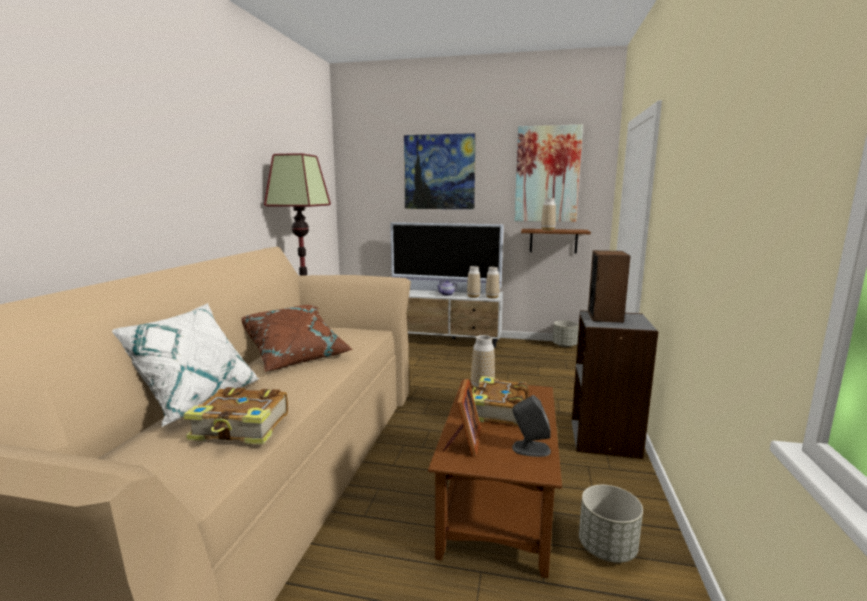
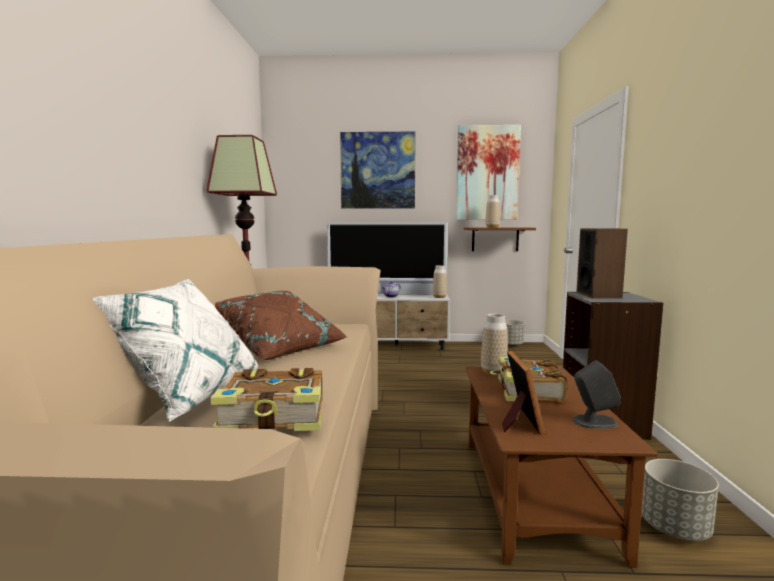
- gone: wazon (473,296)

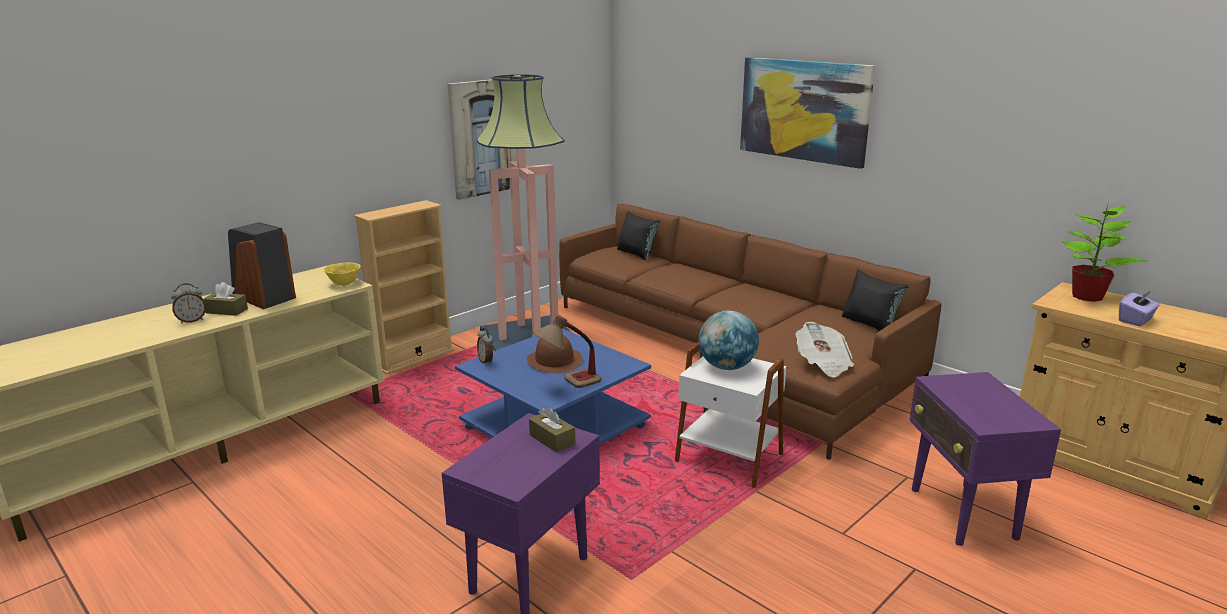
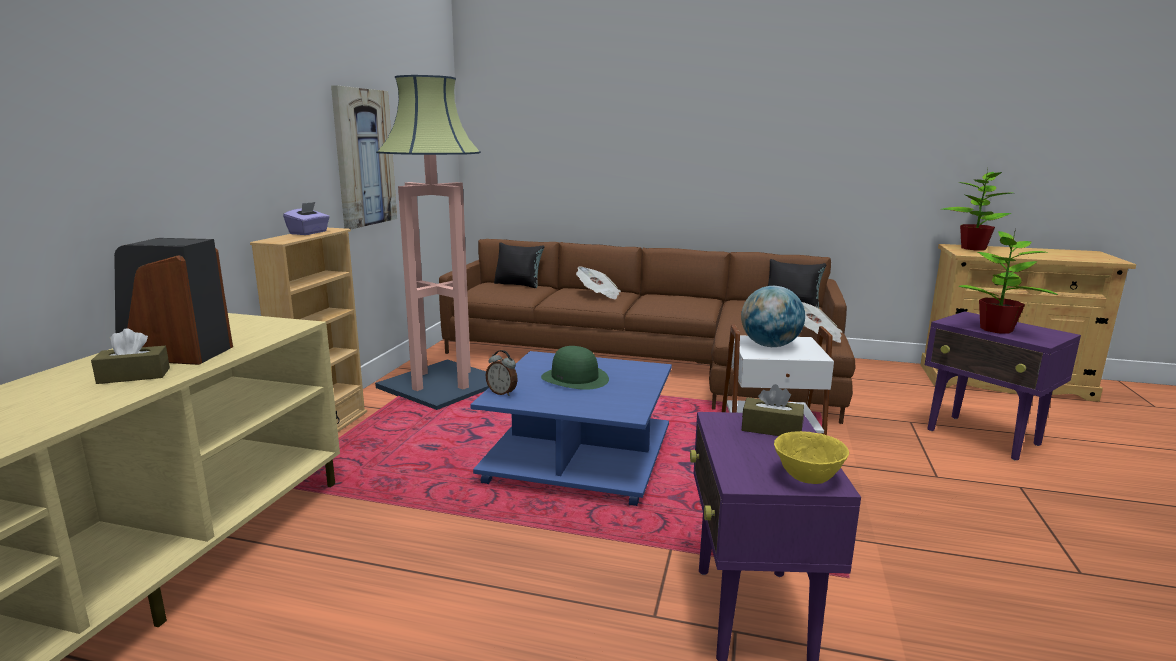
- gone: obraz (804,110)
- shifted: miska [żółty] (344,284) to (806,478)
- gone: budzik (192,320)
- shifted: pudełko chusteczek [fioletowy] (1135,320) to (309,233)
- gone: lampa stołowa (567,384)
- repainted: kapelusz [brązowy] (554,360) to kapelusz [zielony] (575,378)
- new: roślina doniczkowa (996,329)
- new: gazeta (598,295)

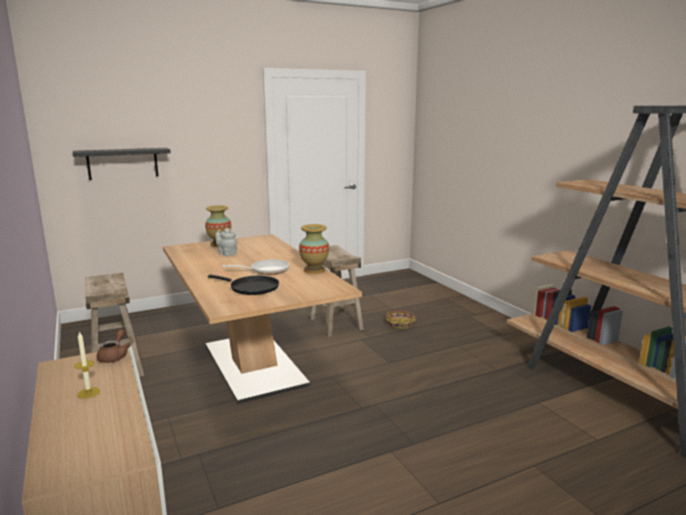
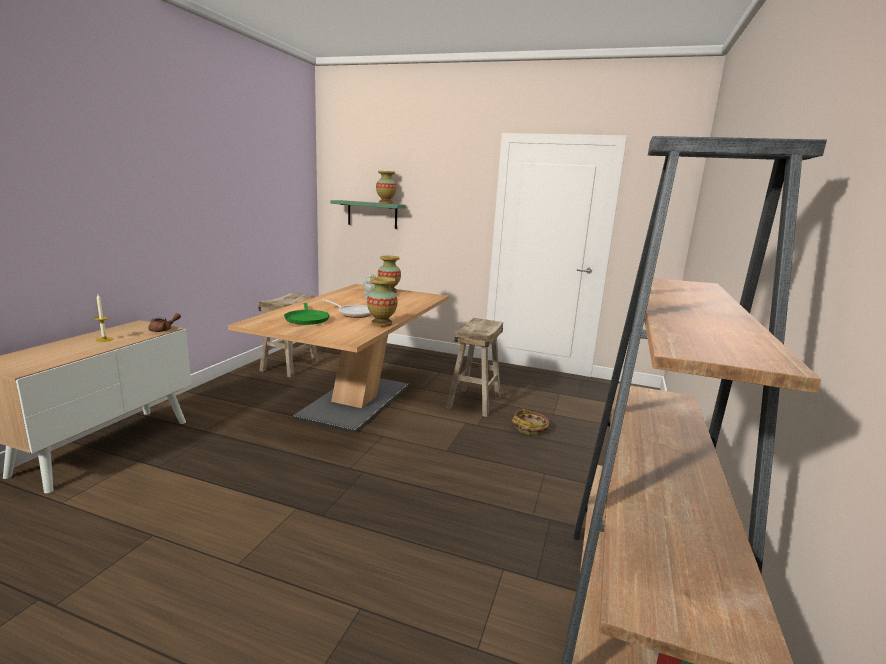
- repainted: półka [czarny] (122,163) to półka [zielony] (372,214)
- repainted: patelnia [czarny] (251,288) to patelnia [zielony] (306,319)
- new: wazon (385,203)

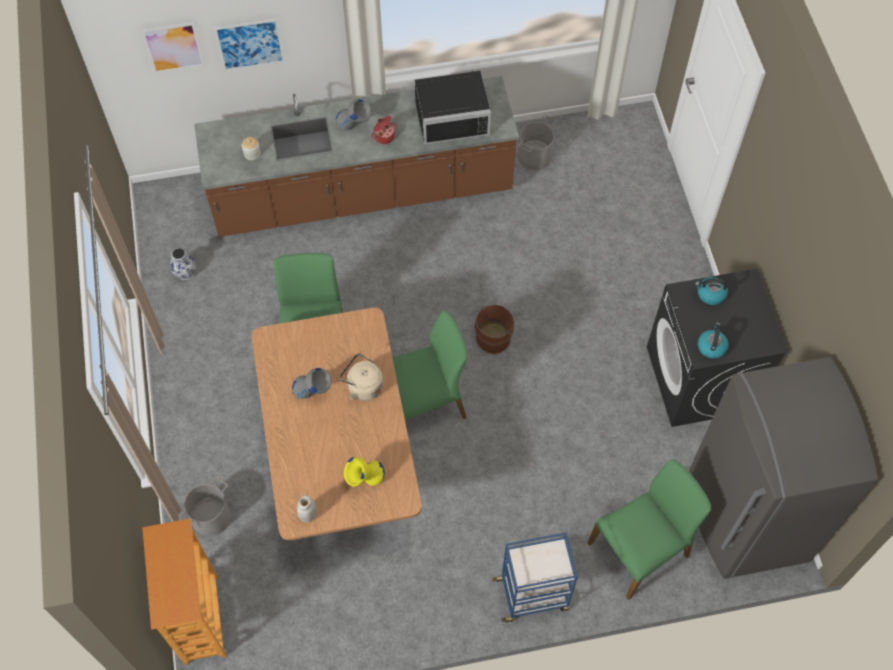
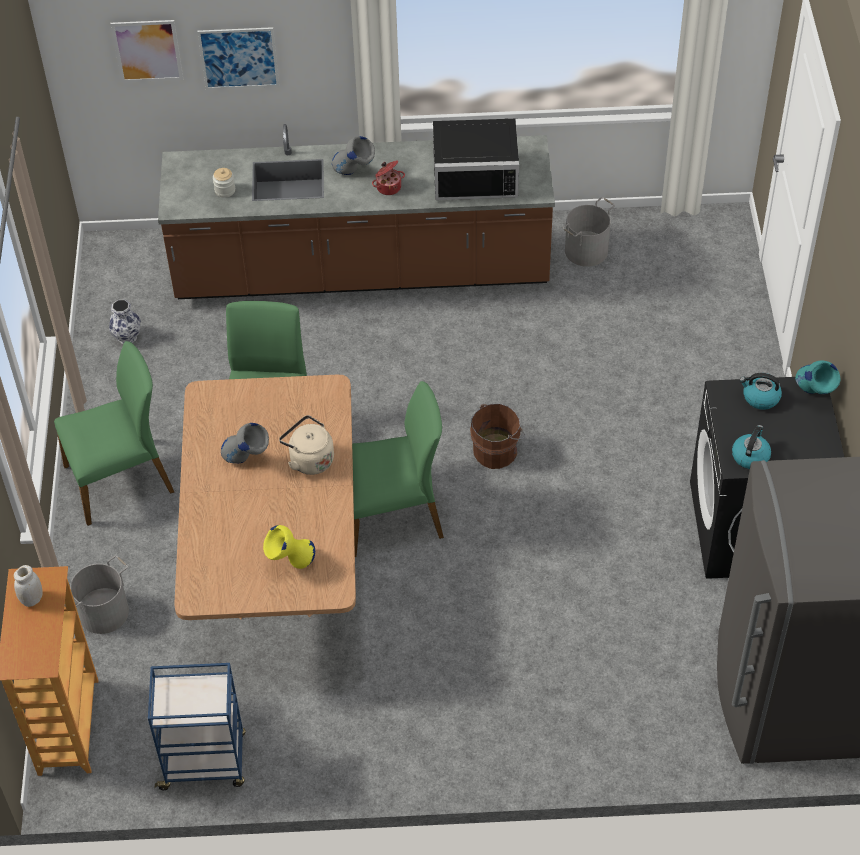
- shifted: krzesło [zielony] (640,550) to (120,479)
- shifted: słoik [biały] (308,515) to (32,599)
- shifted: wózek [niebieski] (533,594) to (204,762)
- new: wazon [turkusowy] (813,395)

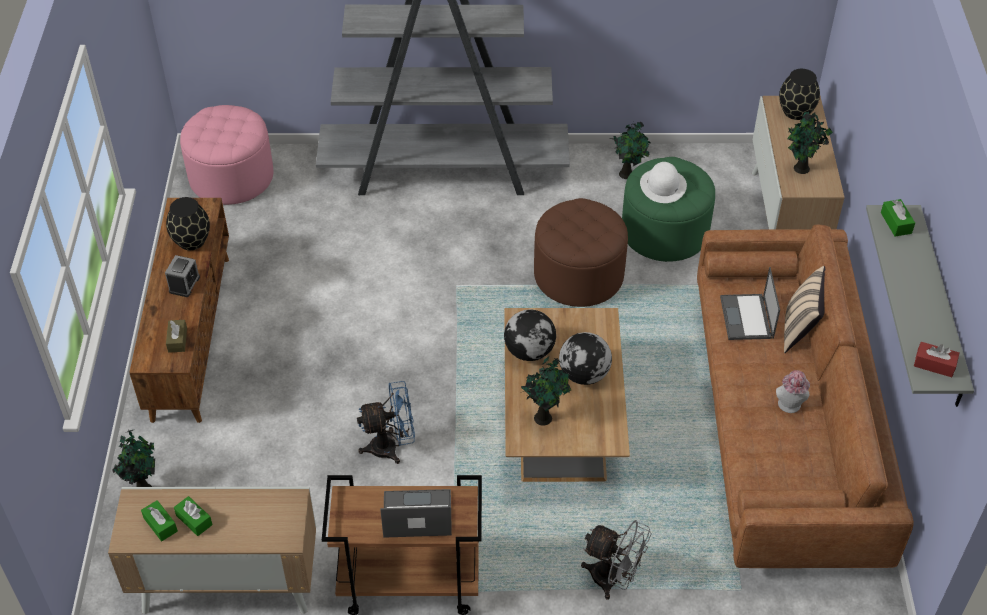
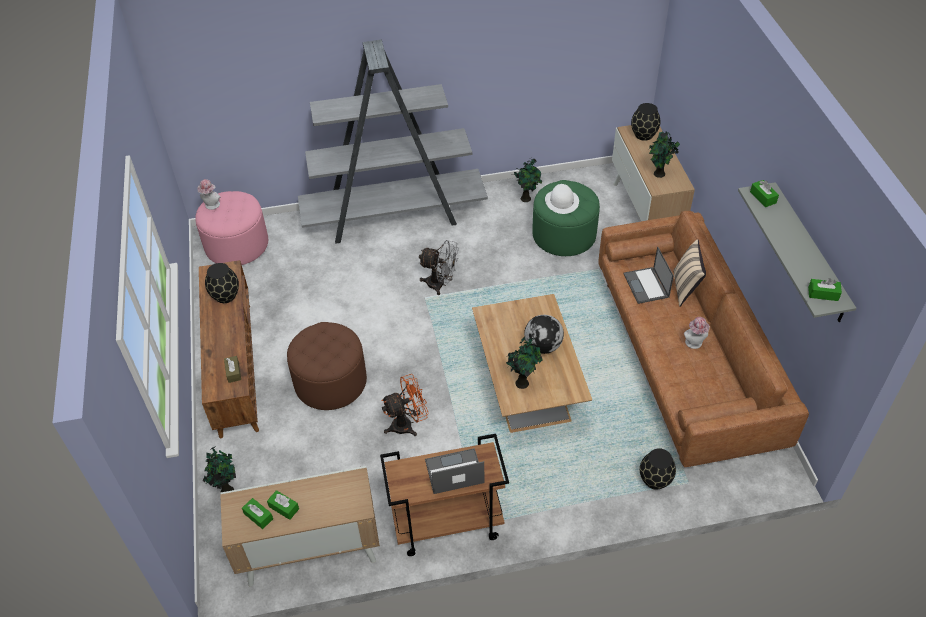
- shifted: pufa [brązowy] (578,275) to (330,382)
- gone: budzik (184,284)
- gone: globus (530,351)
- repainted: pudełko chusteczek [czerwony] (934,364) to pudełko chusteczek [zielony] (823,294)
- repainted: wentylator [niebieski] (391,447) to wentylator [pomarańczowy] (407,424)
- shifted: wentylator [szary] (613,579) to (440,284)
- new: kapelusz (211,206)
- new: wazon [czarny] (655,480)

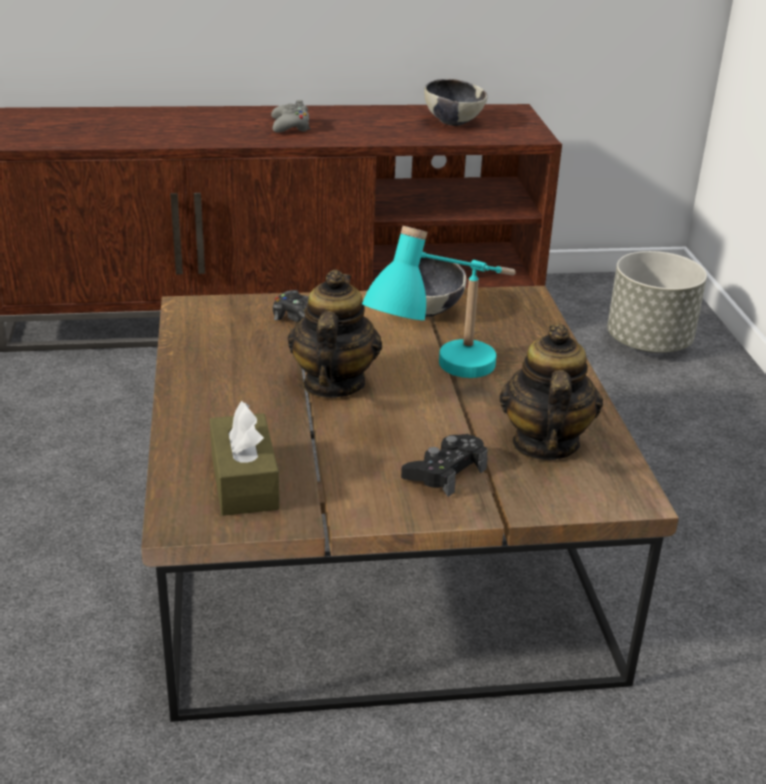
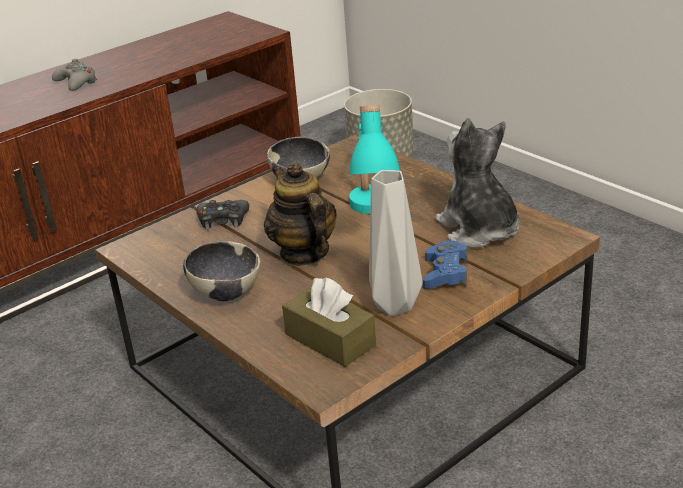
- shifted: miska (453,122) to (226,292)
- swapped: imbryk (544,443) to pluszak (479,230)
- repainted: pad do gier [czarny] (445,472) to pad do gier [niebieski] (445,273)
- new: wazon [szary] (396,307)

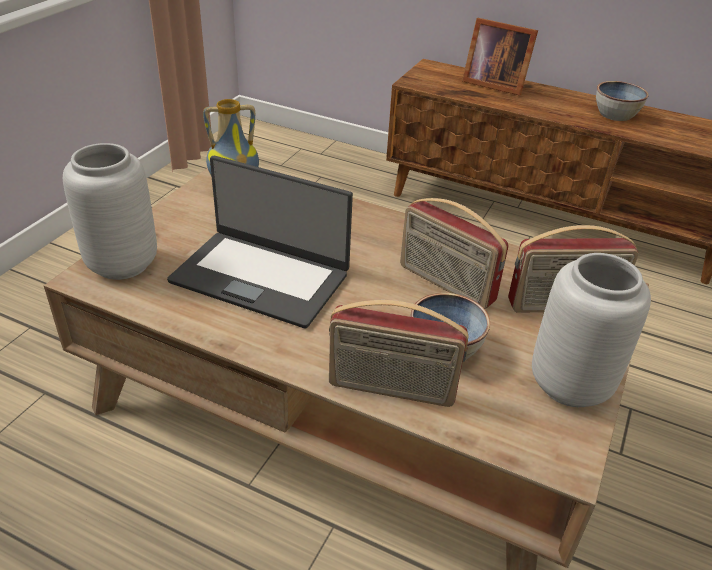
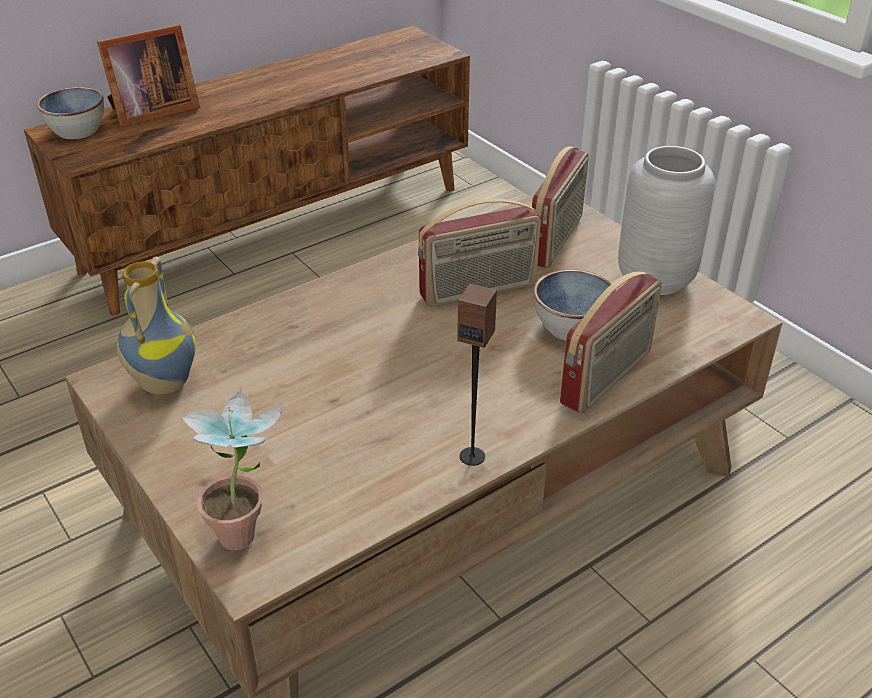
- shifted: miska (615,114) to (77,131)
- swapped: wazon [szary] (121,263) to roślina doniczkowa (247,528)
- gone: laptop (261,277)
- new: głośnik (472,456)

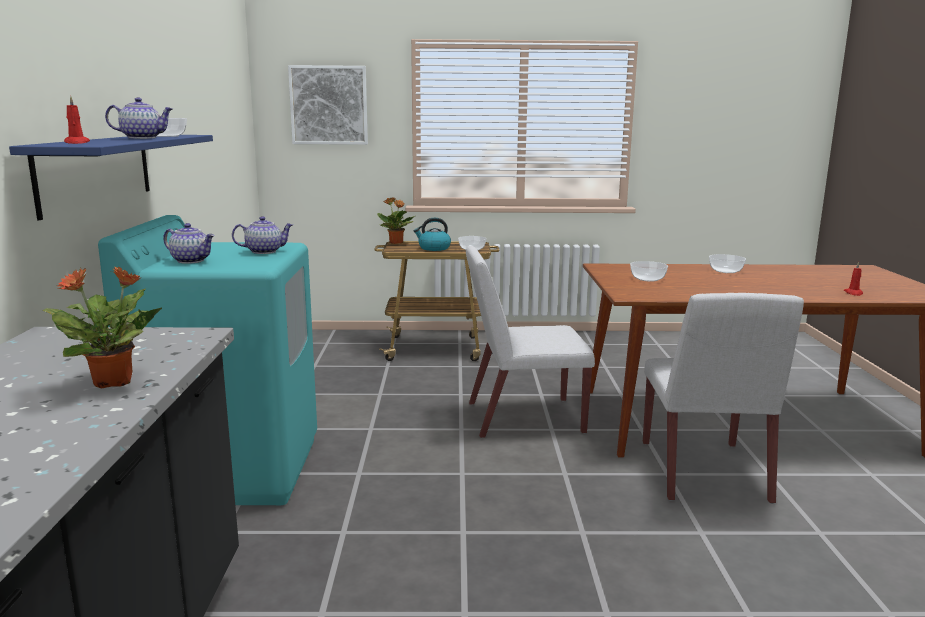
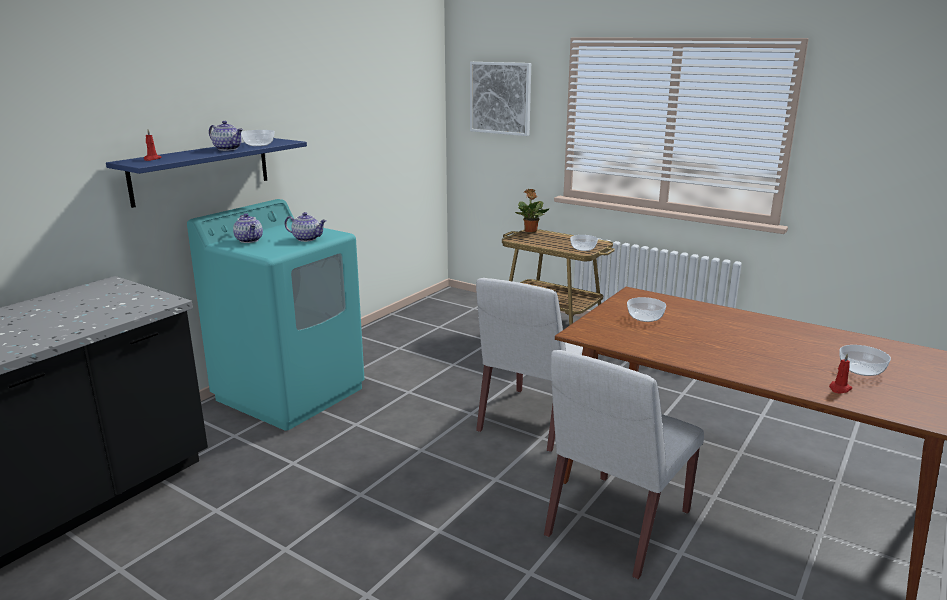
- gone: czajnik (433,248)
- rotated: krzesło [biały] (523,418) = (532,420) 90 degrees counterclockwise
- shifted: miska (725,271) to (860,370)
- gone: roślina doniczkowa (115,382)

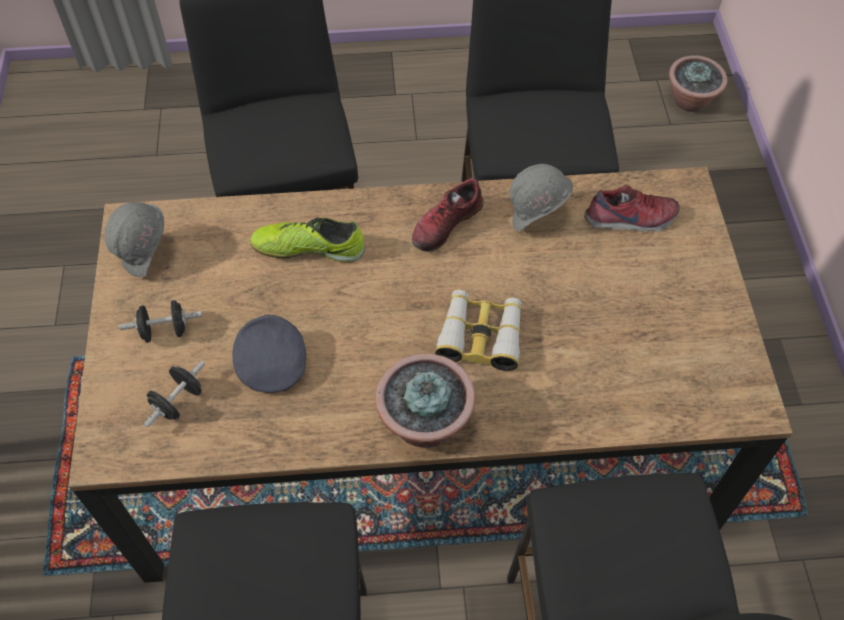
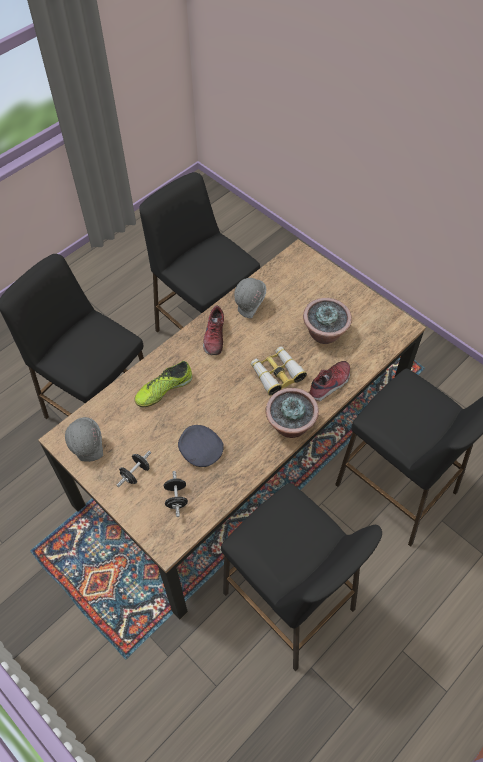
- shifted: roślina doniczkowa (690,101) to (324,334)
- shifted: but (630,220) to (330,384)

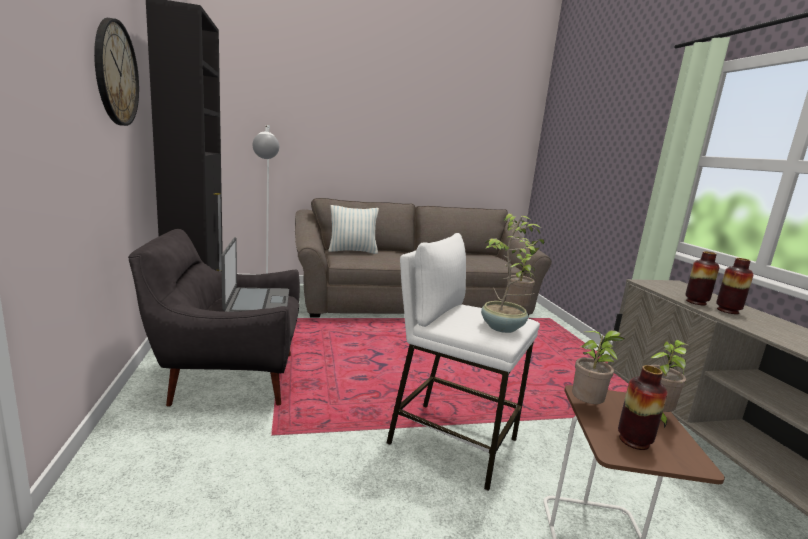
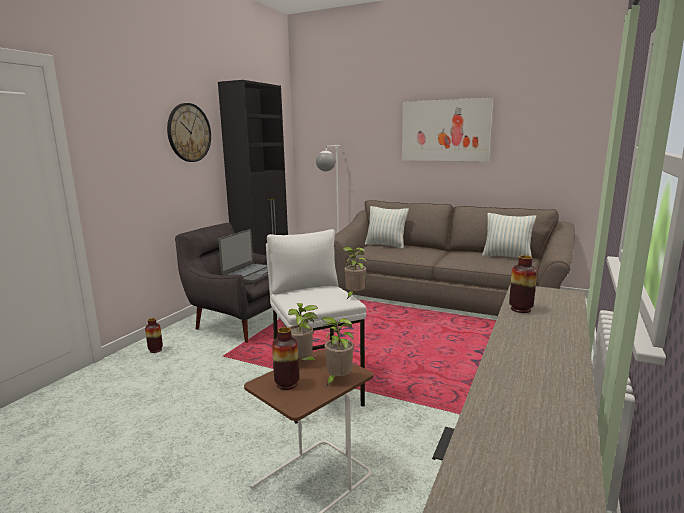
- gone: roślina doniczkowa (503,328)
- shifted: wazon (727,311) to (155,350)
- new: obraz (445,130)
- new: poduszka (507,257)

